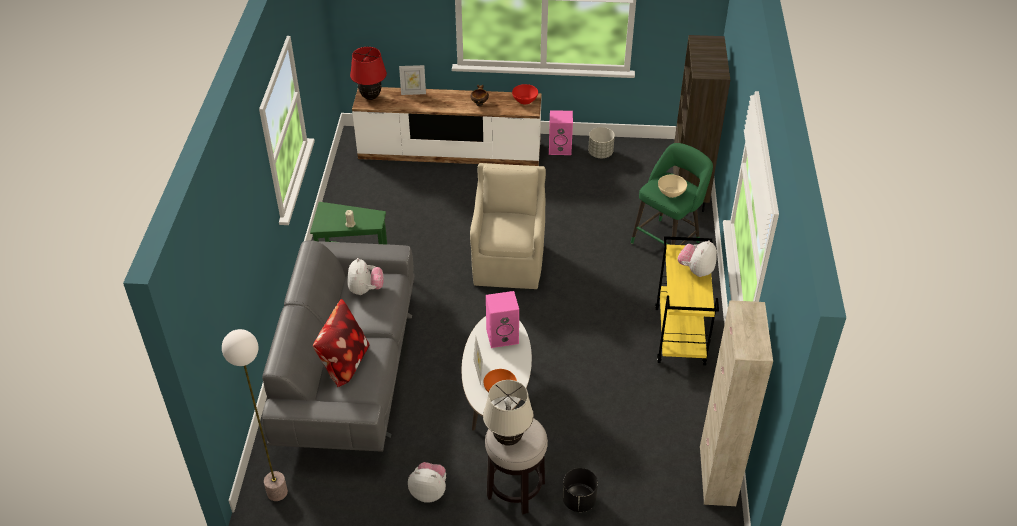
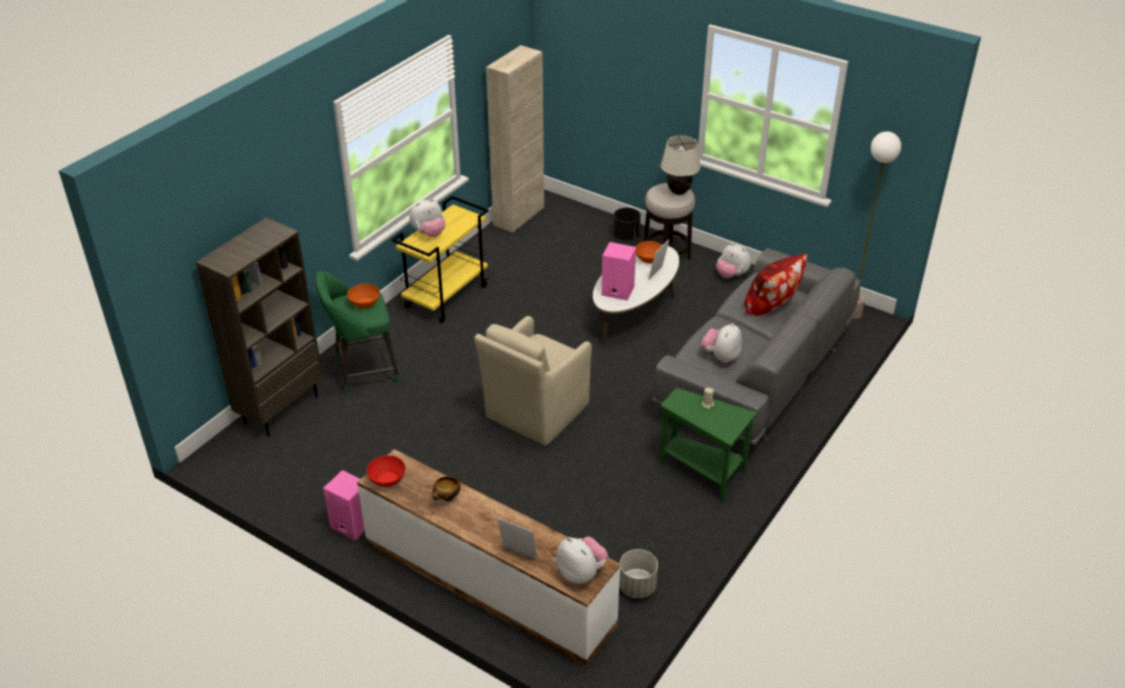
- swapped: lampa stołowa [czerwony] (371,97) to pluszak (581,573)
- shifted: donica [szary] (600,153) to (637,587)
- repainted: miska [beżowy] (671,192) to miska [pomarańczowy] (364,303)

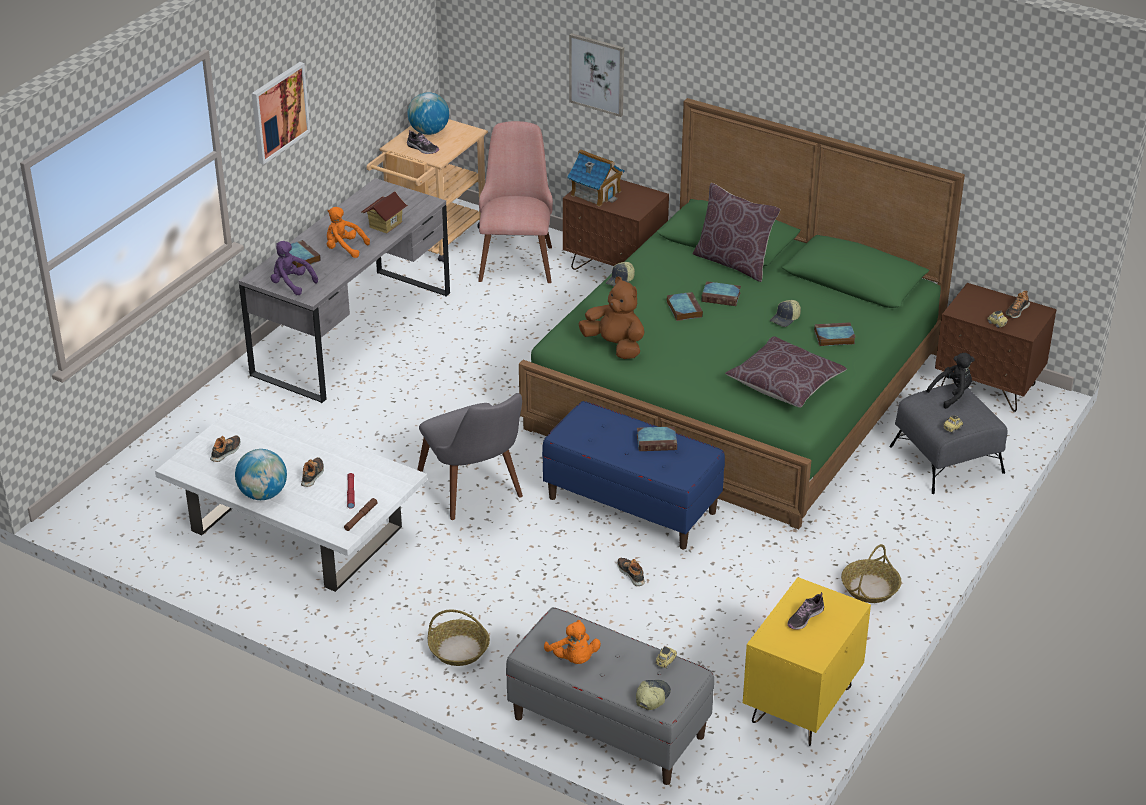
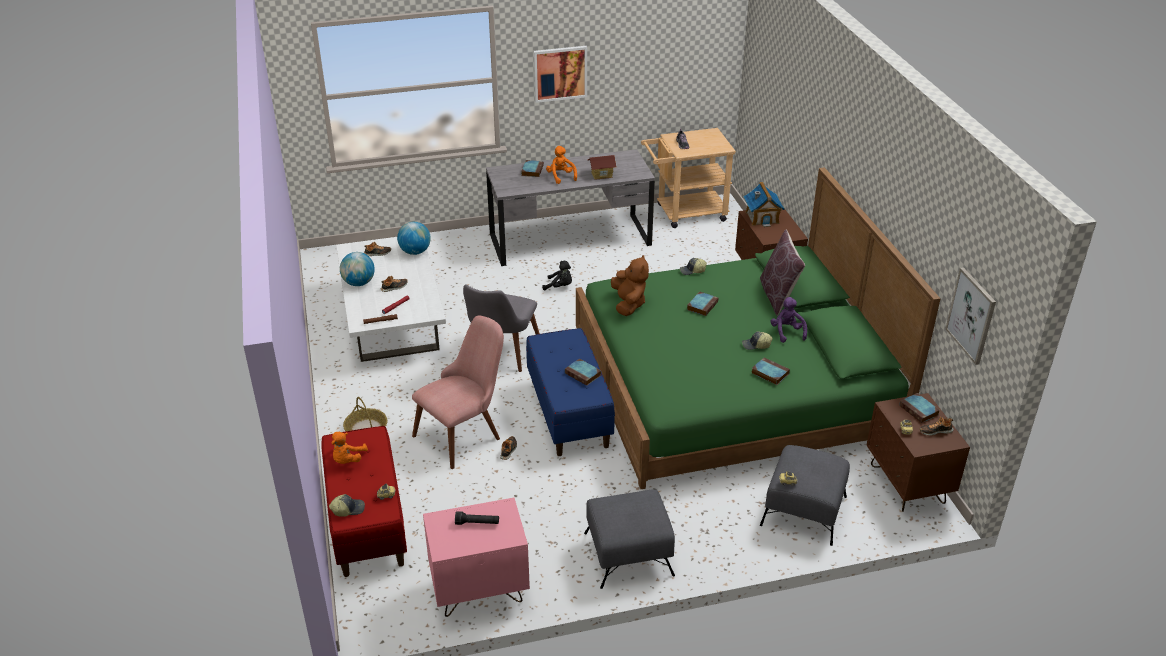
- shifted: obraz (597,74) to (971,315)
- shifted: globus (429,132) to (415,252)
- shifted: krzesło [różowy] (517,257) to (465,432)
- shifted: pluszak [fioletowy] (291,284) to (787,332)
- shifted: książka (722,297) to (919,410)
- gone: poduszka [brązowy] (785,384)
- shifted: pluszak [czarny] (952,394) to (560,286)
- swapped: koszyk (870,588) to pufa [szary] (627,553)
- repainted: szafka nocna [żółty] (801,706) to szafka nocna [różowy] (479,591)
- swapped: but (805,618) to latarka [czarny] (477,523)
- repainted: ławka [szary] (608,727) to ławka [czerwony] (367,522)

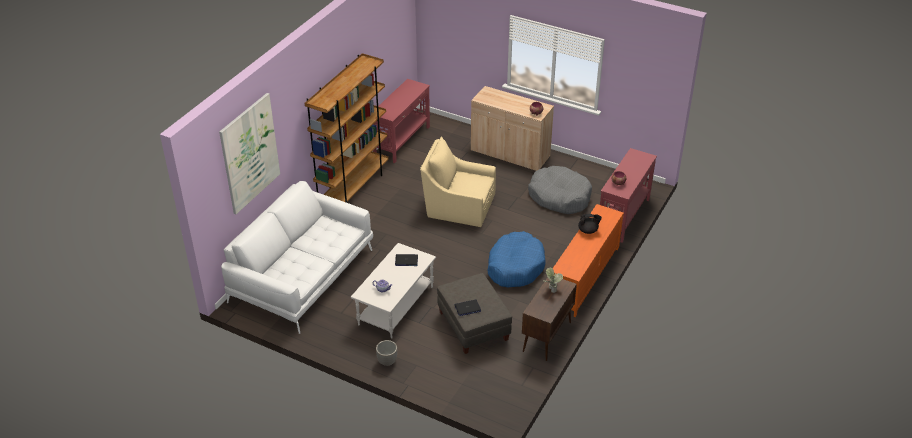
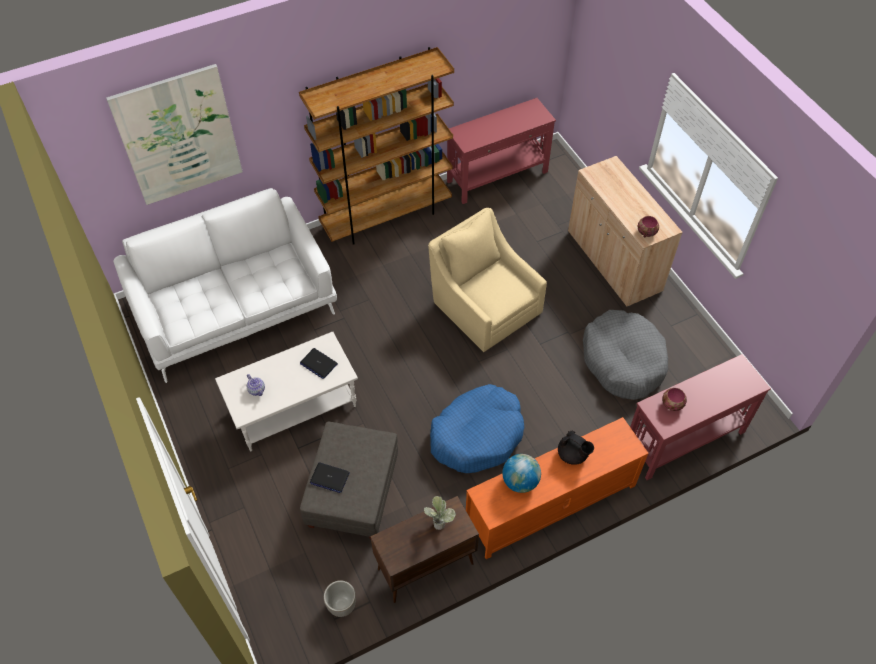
- shifted: donica (387,361) to (341,605)
- new: globus (520,481)

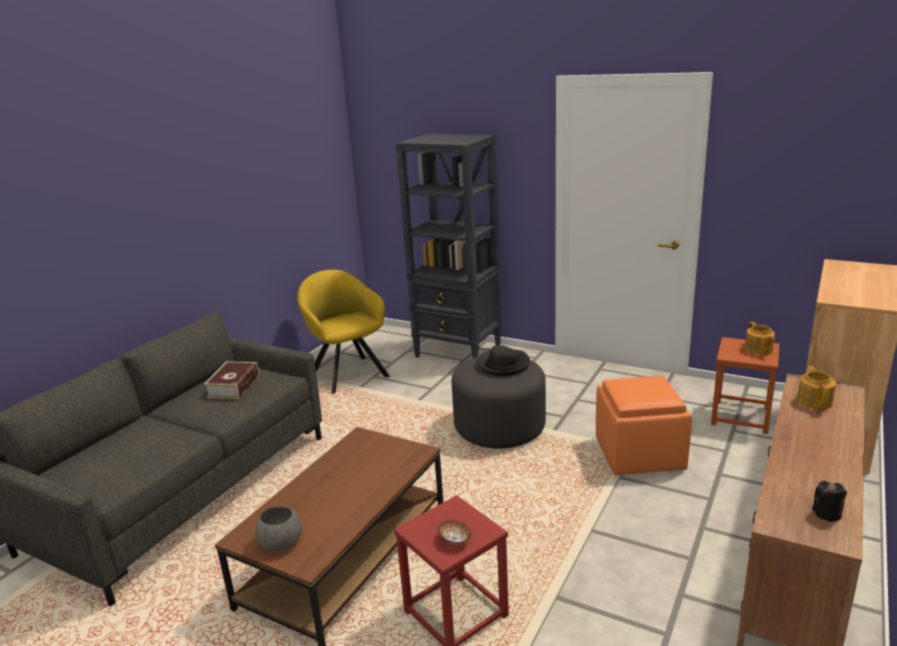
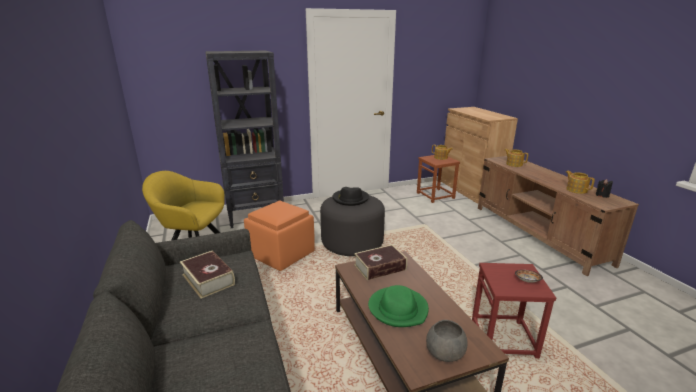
- shifted: pufa [pomarańczowy] (639,454) to (281,254)
- new: imbryk (576,190)
- new: książka (380,267)
- new: kapelusz [zielony] (398,309)

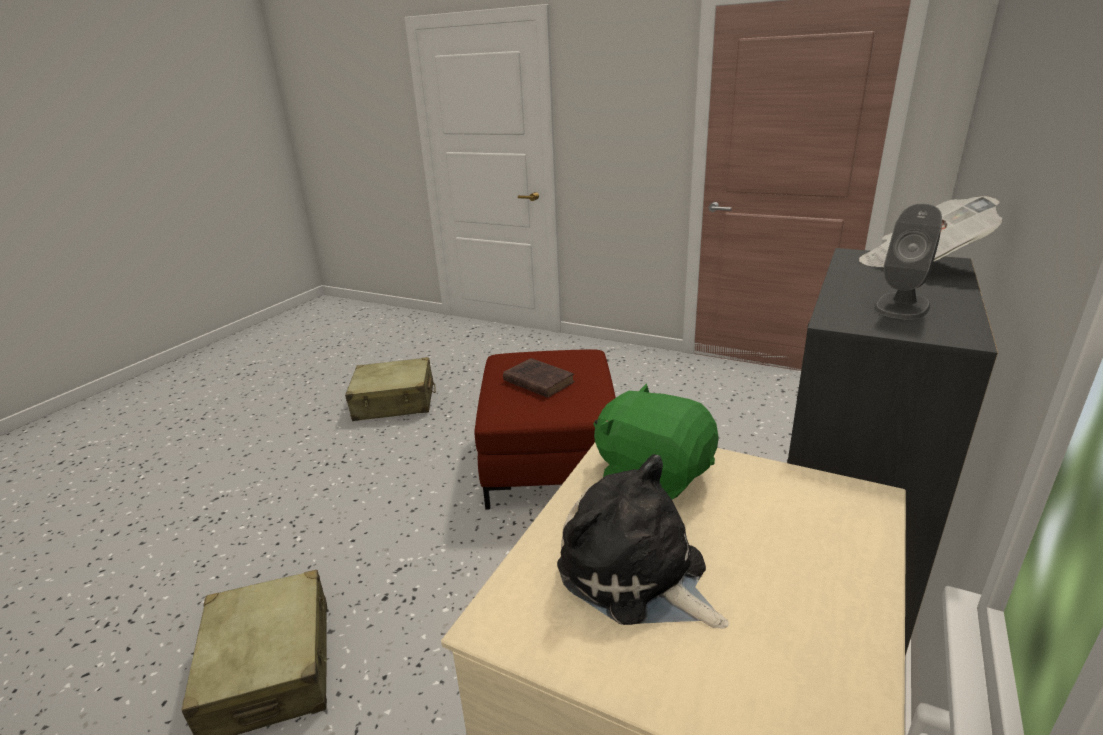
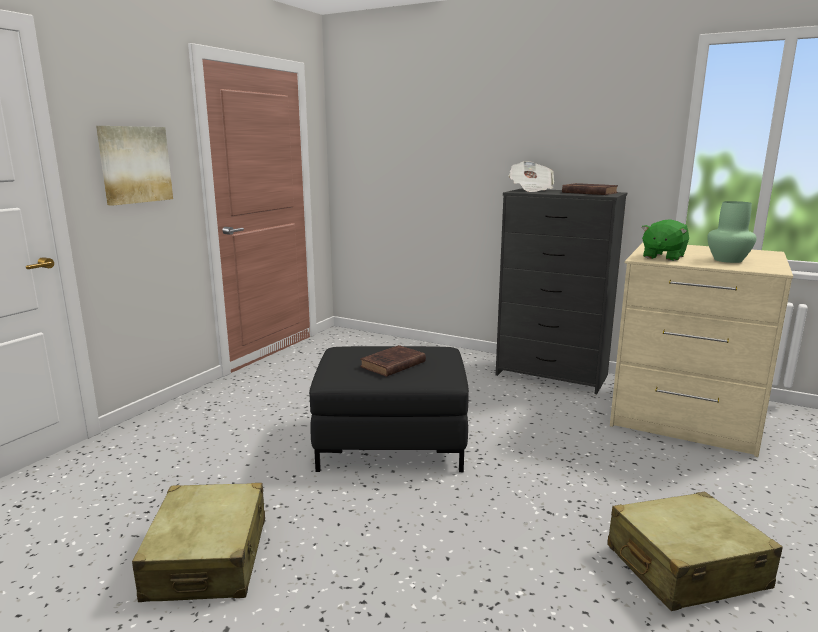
- swapped: głośnik [szary] (902,306) to książka [brązowy] (588,193)
- repainted: pufa [czerwony] (551,460) to pufa [czarny] (392,441)
- swapped: pluszak (637,575) to wazon [zielony] (728,260)
- new: obraz (134,164)

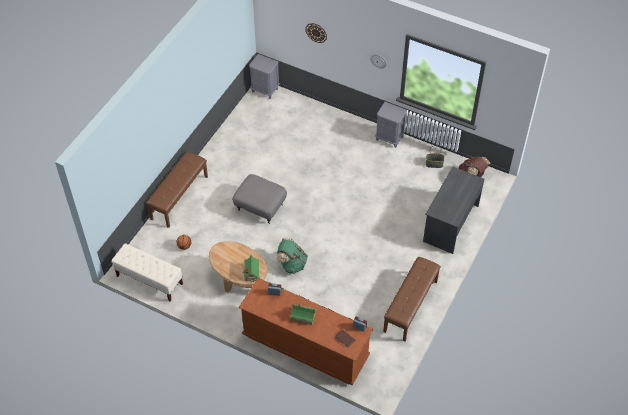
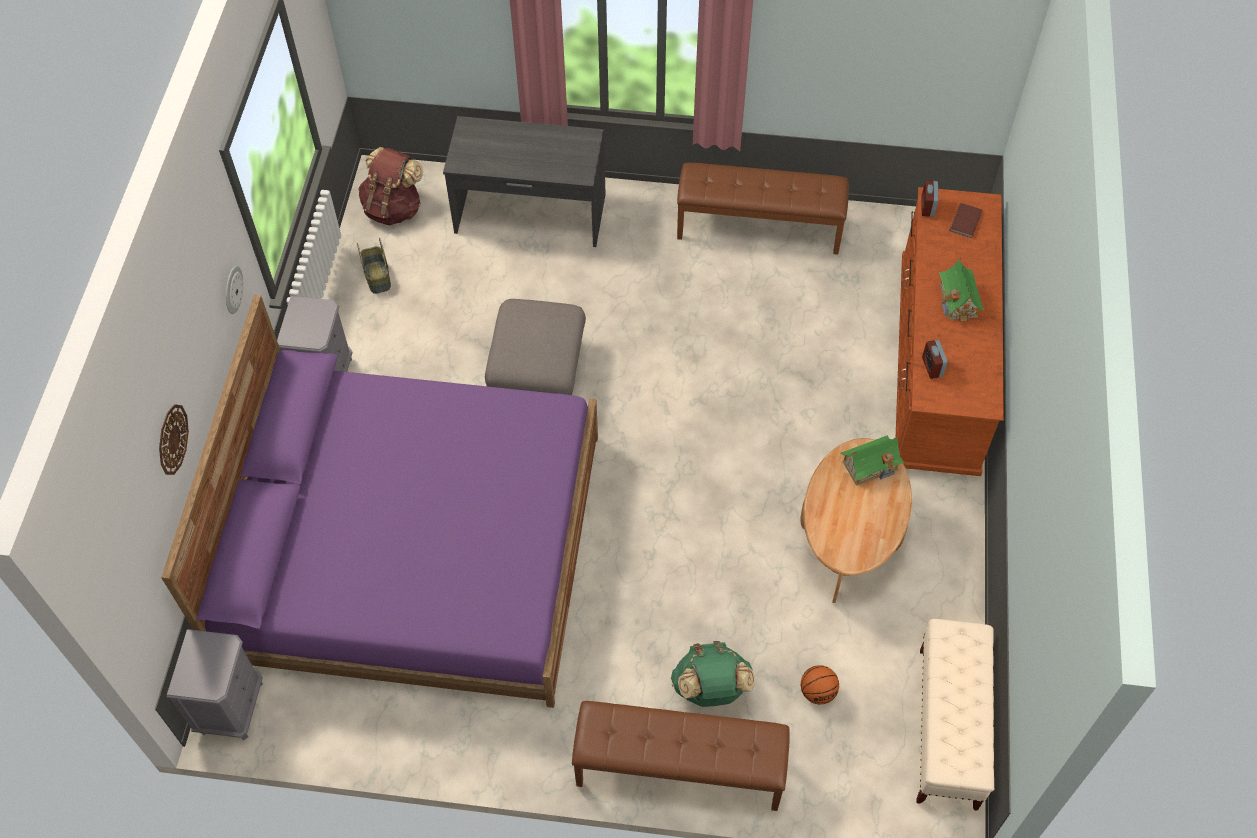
- shifted: pufa [szary] (260,207) to (537,372)
- shifted: plecak [zielony] (292,264) to (711,689)
- new: łóżko [fioletowy] (414,546)

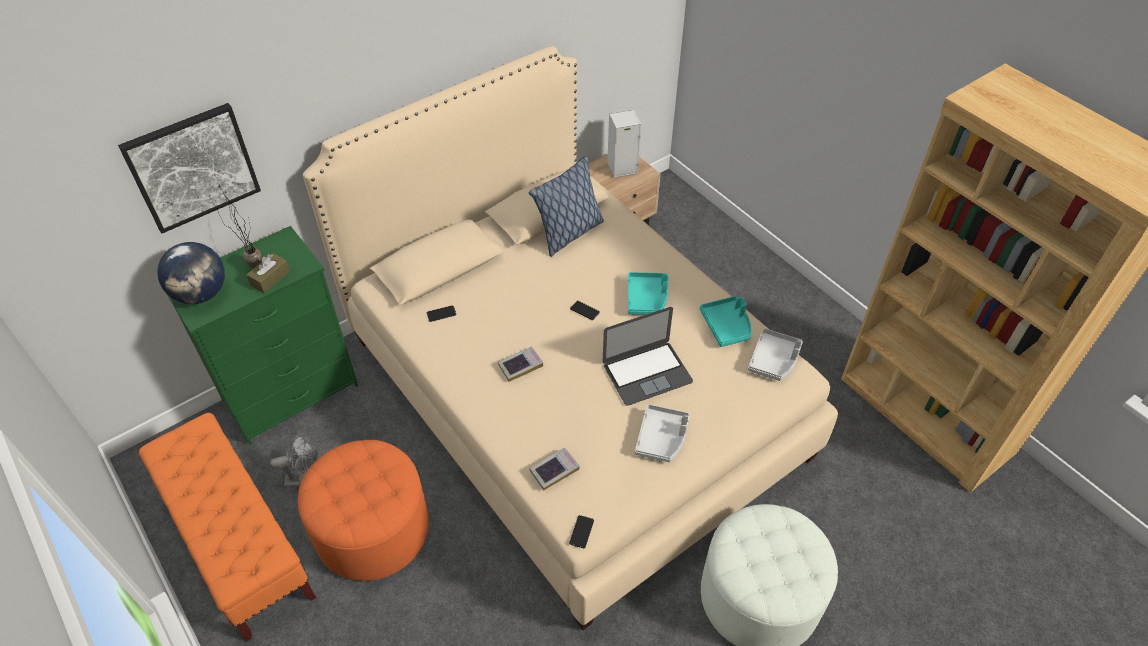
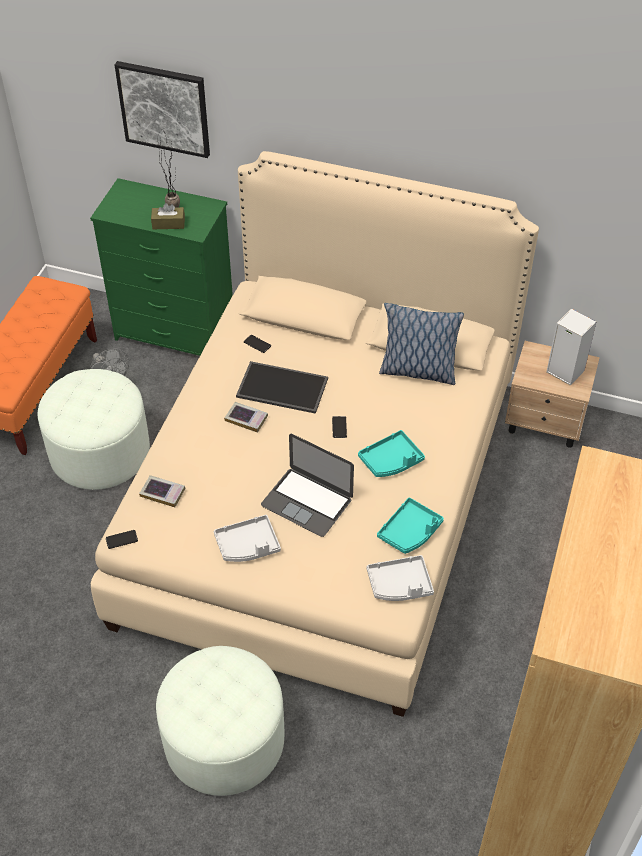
- gone: globus (201,293)
- repainted: pufa [pomarańczowy] (372,529) to pufa [biały] (100,452)
- new: taca (281,388)

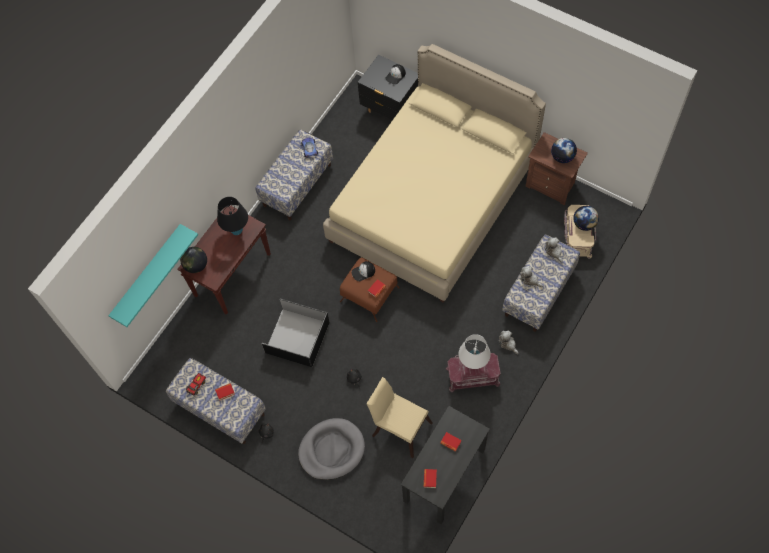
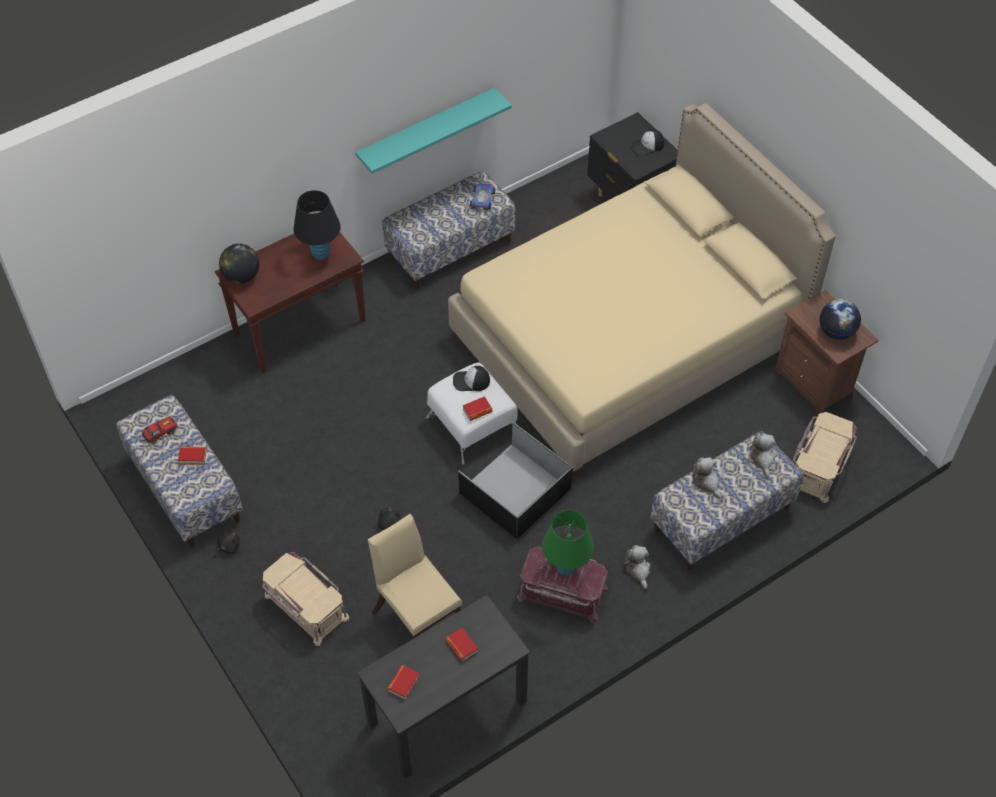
- gone: globus (584,224)
- shifted: półka [turkusowy] (147,273) to (426,130)
- repainted: pufa [brązowy] (370,295) to pufa [biały] (472,425)
- shifted: pojemnik do przechowywania [czarny] (297,336) to (515,489)
- repainted: lampa stołowa [biały] (473,363) to lampa stołowa [zielony] (566,568)
- swapped: legowisko [szary] (331,450) to pojemnik do przechowywania [beżowy] (305,607)

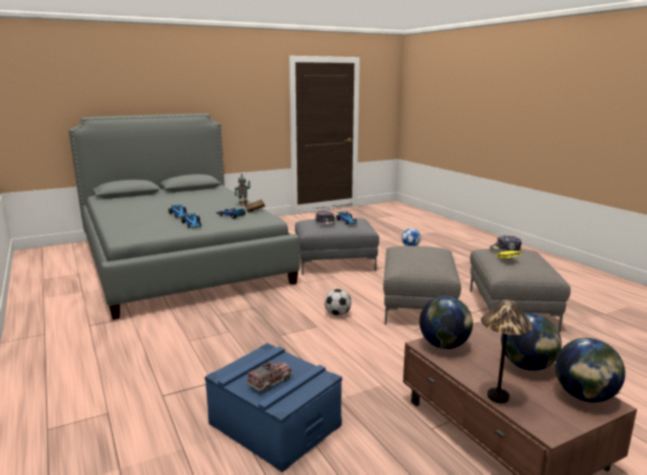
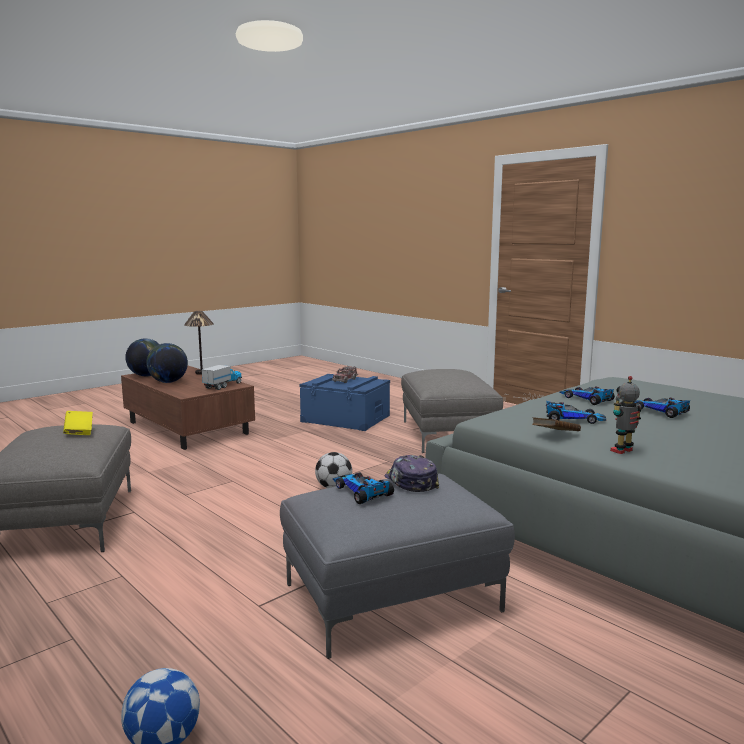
- gone: czapka z daszkiem (505,249)
- shifted: pufa [szary] (418,307) to (446,434)
- swapped: globus (444,346) to ciężarówka zabawkowa (223,386)

